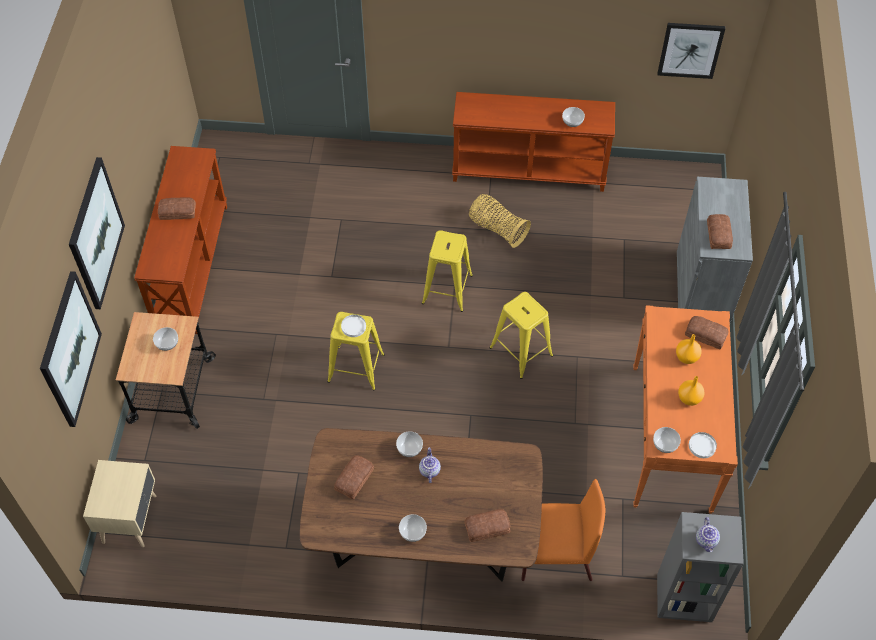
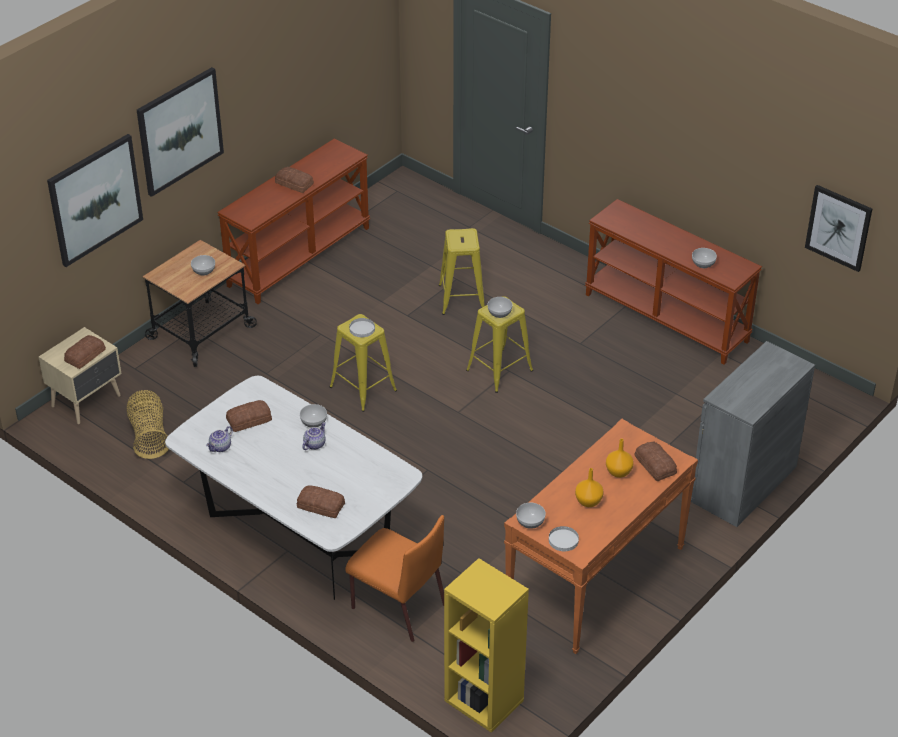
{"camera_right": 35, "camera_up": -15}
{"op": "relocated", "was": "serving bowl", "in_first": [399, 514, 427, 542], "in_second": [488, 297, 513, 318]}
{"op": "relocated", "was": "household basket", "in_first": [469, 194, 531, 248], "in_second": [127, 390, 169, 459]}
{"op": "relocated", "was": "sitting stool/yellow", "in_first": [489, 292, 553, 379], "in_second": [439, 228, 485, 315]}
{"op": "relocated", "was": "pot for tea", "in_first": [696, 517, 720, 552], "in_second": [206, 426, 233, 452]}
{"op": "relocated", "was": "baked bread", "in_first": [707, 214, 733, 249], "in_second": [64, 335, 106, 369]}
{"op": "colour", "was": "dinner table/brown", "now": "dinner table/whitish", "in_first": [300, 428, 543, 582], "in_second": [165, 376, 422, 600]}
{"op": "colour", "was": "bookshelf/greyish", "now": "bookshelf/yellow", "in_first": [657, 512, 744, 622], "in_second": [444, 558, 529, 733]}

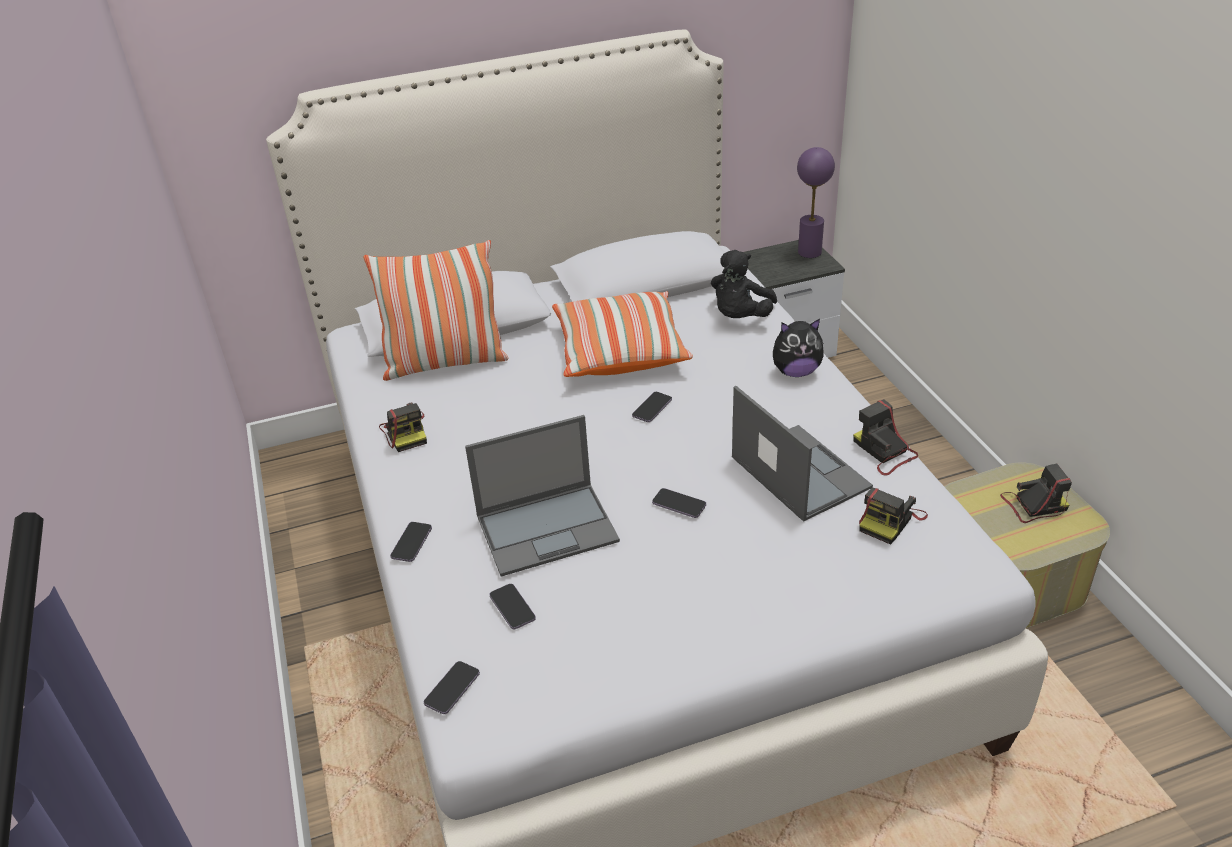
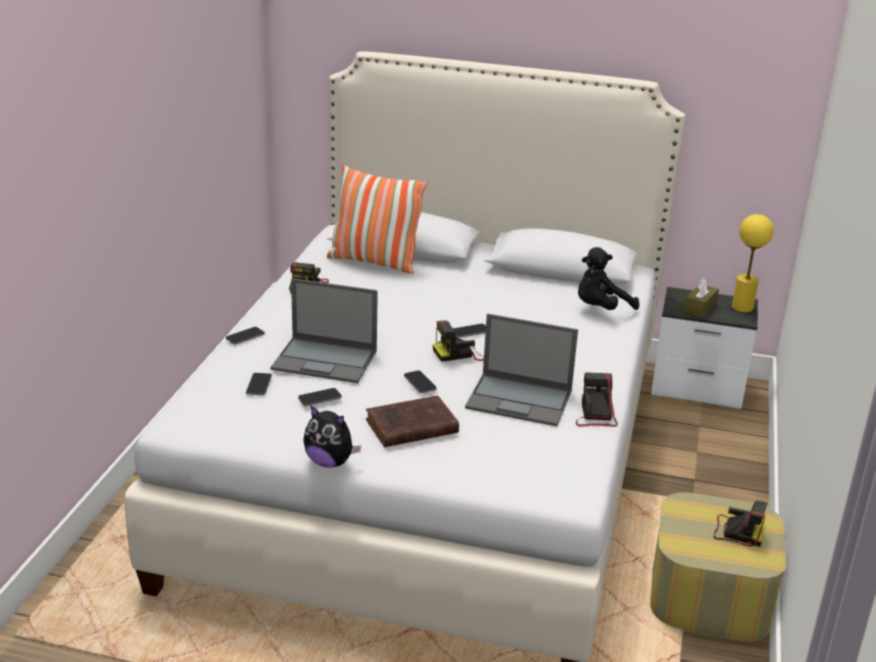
{"camera_right": 30, "camera_up": -10}
{"op": "missing", "was": "throw pillow", "in_first": [552, 291, 693, 377]}
{"op": "appeared", "now": "book/brown", "in_second": [366, 395, 459, 447]}
{"op": "appeared", "now": "box of tissues/brown", "in_second": [683, 277, 719, 317]}
{"op": "relocated", "was": "telephone", "in_first": [424, 661, 480, 714], "in_second": [298, 388, 342, 406]}
{"op": "relocated", "was": "plush toy", "in_first": [773, 319, 824, 377], "in_second": [303, 405, 361, 468]}
{"op": "relocated", "was": "still camera", "in_first": [859, 488, 928, 545], "in_second": [433, 321, 484, 362]}
{"op": "colour", "was": "lamp for a table/purple-coloured", "now": "lamp for a table/yellow", "in_first": [797, 147, 835, 258], "in_second": [732, 214, 774, 313]}
{"op": "spun", "was": "notebook computer", "in_first": [732, 386, 873, 522], "in_second": [465, 314, 578, 426], "clockwise": 105}

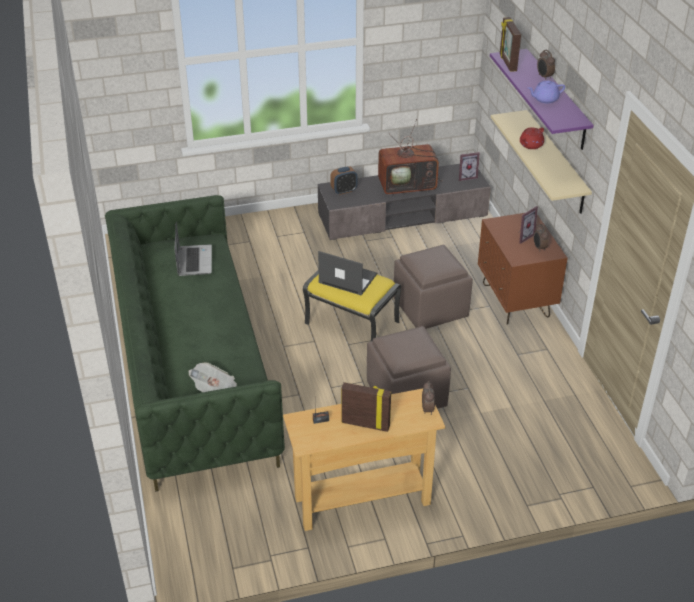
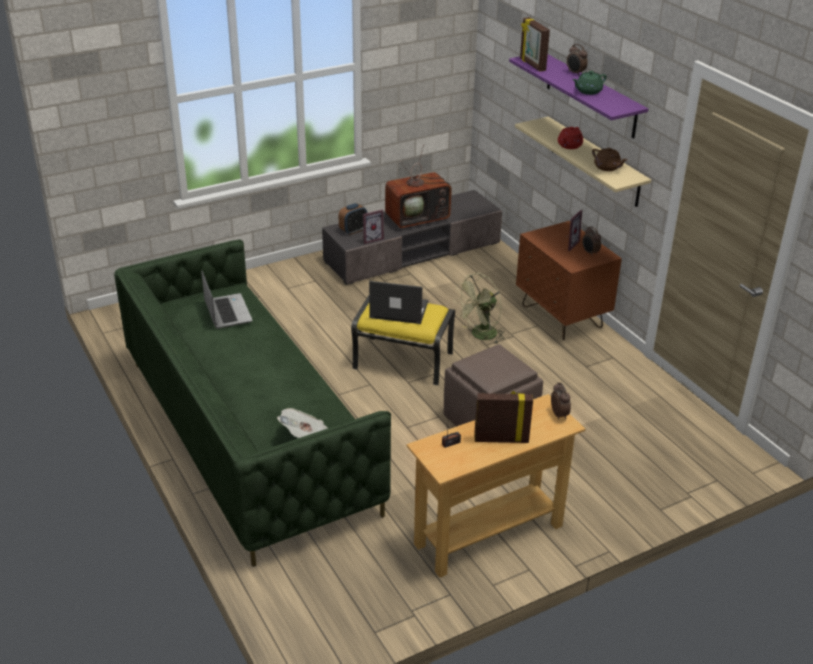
{"camera_right": -15, "camera_up": -5}
{"op": "appeared", "now": "pot for tea/brown", "in_second": [592, 148, 628, 171]}
{"op": "relocated", "was": "standing frame", "in_first": [459, 152, 480, 181], "in_second": [363, 210, 384, 244]}
{"op": "exchanged", "was": "pouffe/brown", "now": "cooling fan/greenish", "in_first": [394, 244, 473, 329], "in_second": [454, 273, 505, 344]}
{"op": "colour", "was": "pot for tea/purple-coloured", "now": "pot for tea/greenish", "in_first": [528, 81, 565, 104], "in_second": [572, 71, 607, 95]}

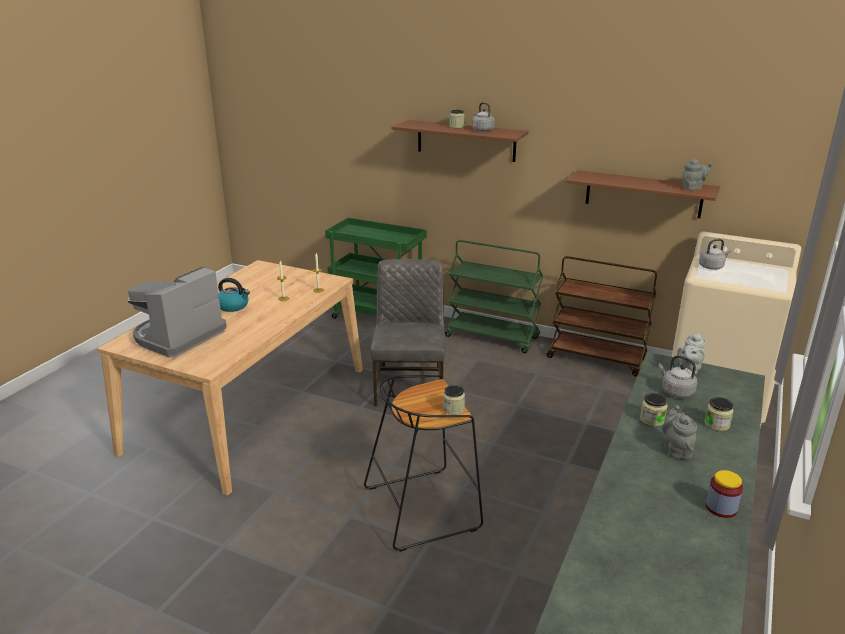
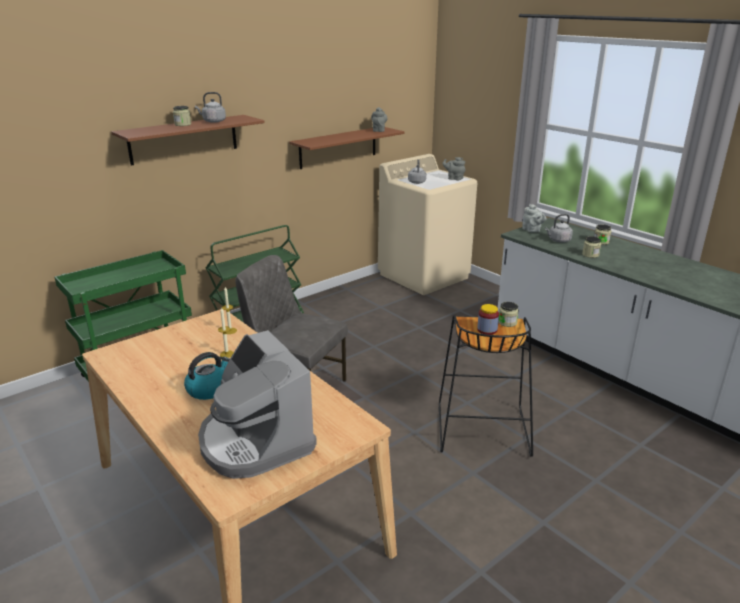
{"camera_right": -65, "camera_up": 0}
{"op": "missing", "was": "trolley/brown", "in_first": [546, 256, 657, 376]}
{"op": "relocated", "was": "pot for tea/greyish", "in_first": [662, 405, 697, 459], "in_second": [443, 157, 466, 180]}
{"op": "relocated", "was": "preserve jar", "in_first": [706, 470, 743, 518], "in_second": [477, 304, 499, 335]}

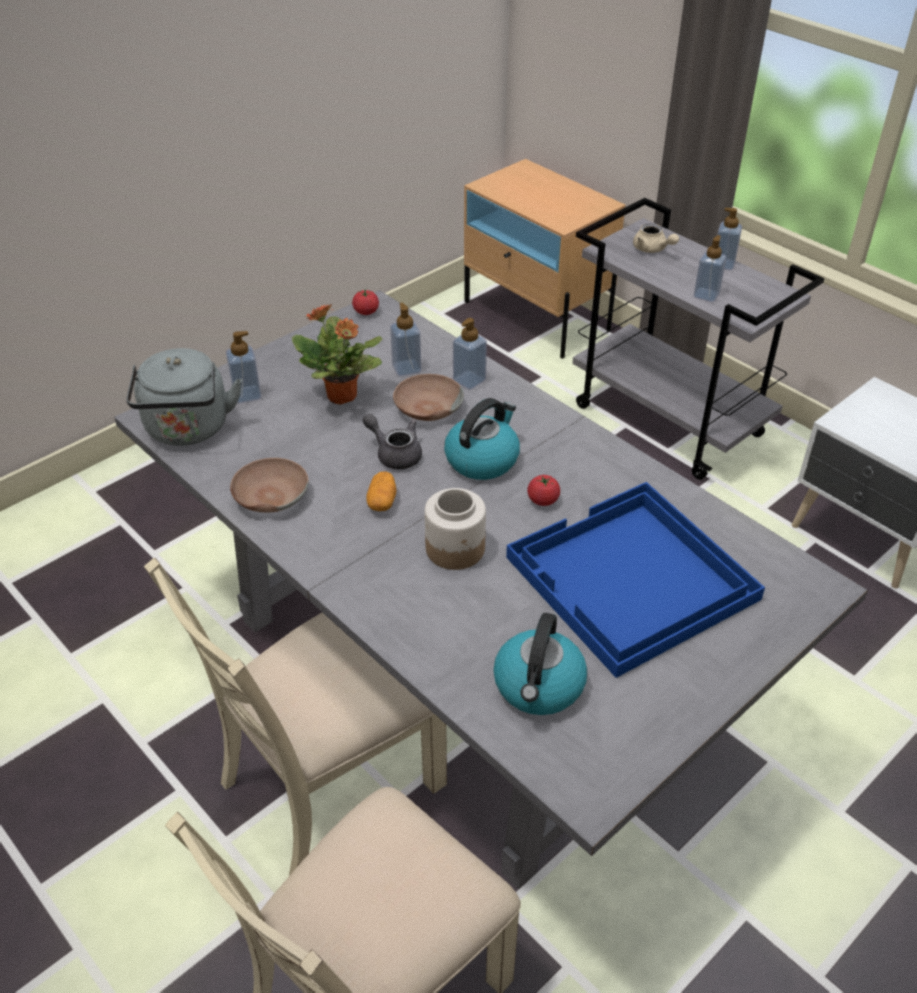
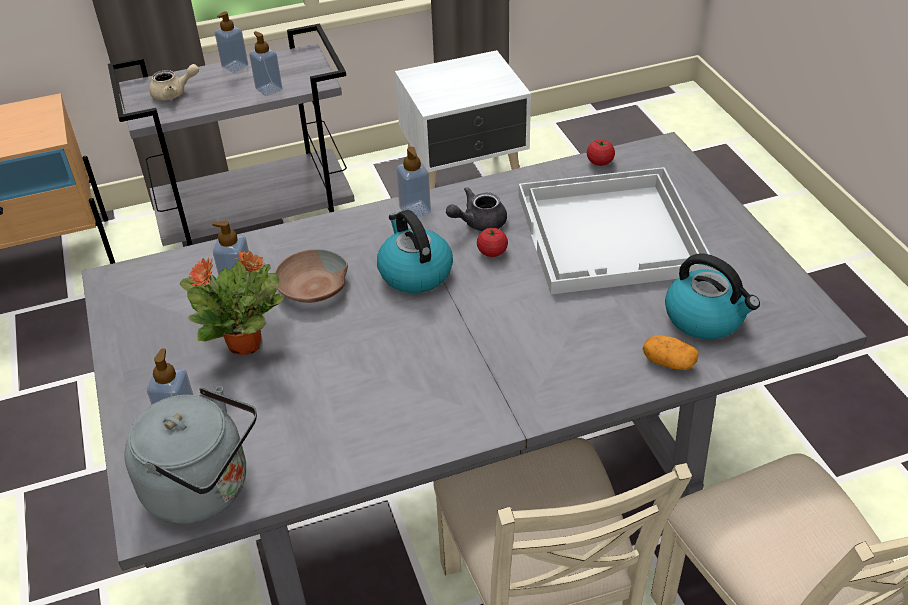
{"camera_right": -65, "camera_up": 0}
{"op": "missing", "was": "serving bowl/brown", "in_first": [230, 458, 309, 513]}
{"op": "missing", "was": "preserve jar", "in_first": [424, 488, 486, 570]}
{"op": "relocated", "was": "whole tomato", "in_first": [352, 289, 379, 315], "in_second": [587, 139, 615, 166]}
{"op": "relocated", "was": "pot for tea/greyish", "in_first": [363, 414, 422, 469], "in_second": [446, 187, 507, 231]}
{"op": "relocated", "was": "potato", "in_first": [366, 471, 397, 511], "in_second": [642, 335, 699, 370]}
{"op": "relocated", "was": "liquid soap bottle", "in_first": [453, 318, 487, 390], "in_second": [396, 147, 431, 217]}
{"op": "colour", "was": "carrying tray/blue-coloured", "now": "carrying tray/whitish", "in_first": [506, 482, 765, 678], "in_second": [518, 167, 713, 294]}

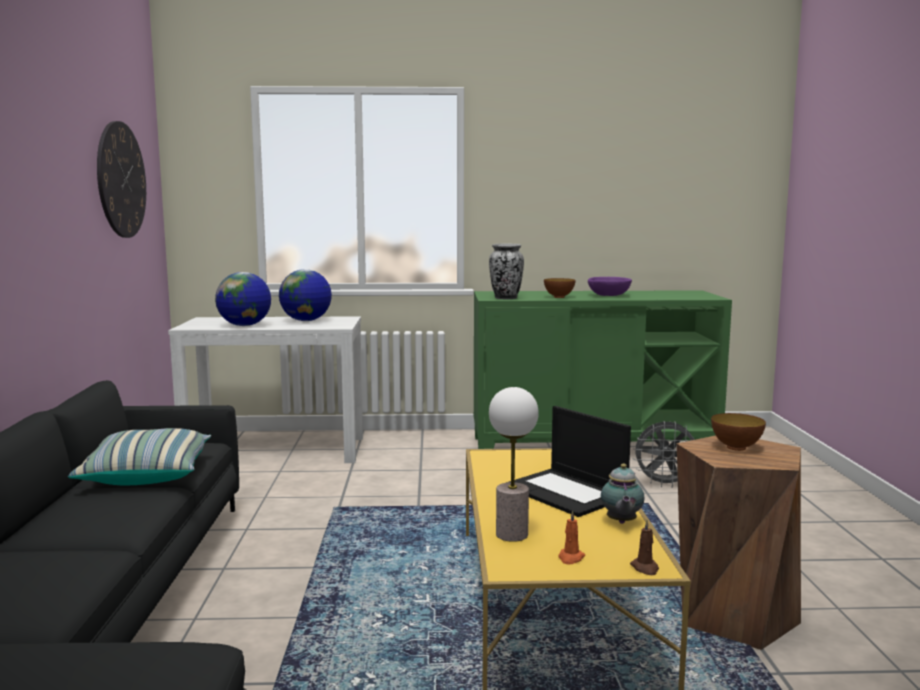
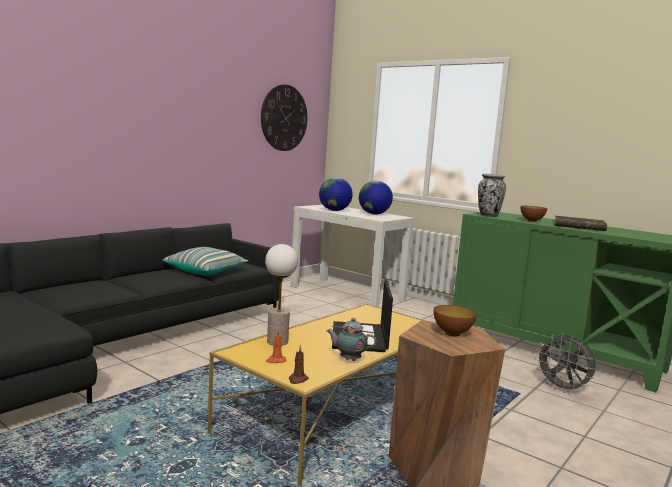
{"camera_right": 40, "camera_up": 0}
{"op": "exchanged", "was": "serving bowl/purple-coloured", "now": "book/brown", "in_first": [588, 277, 632, 296], "in_second": [554, 216, 607, 231]}
{"op": "spun", "was": "pot for tea", "in_first": [601, 464, 645, 524], "in_second": [327, 318, 377, 361], "clockwise": 60}

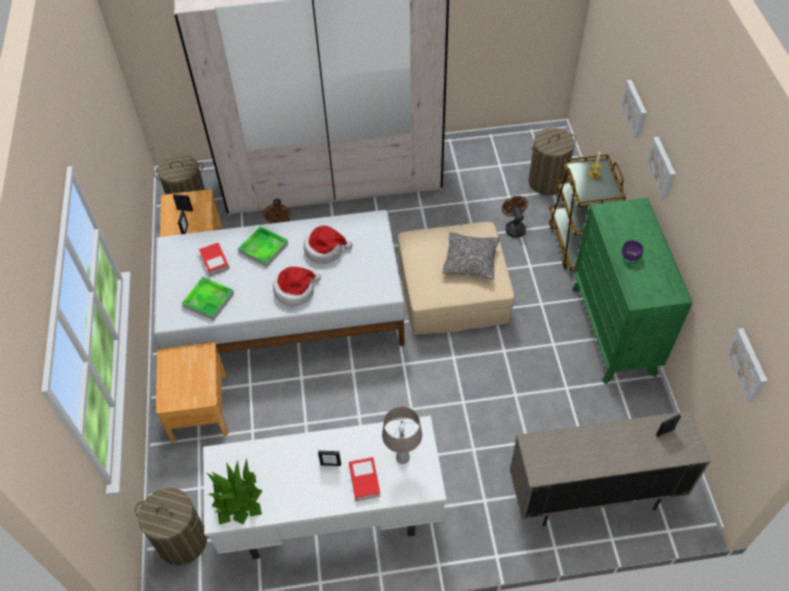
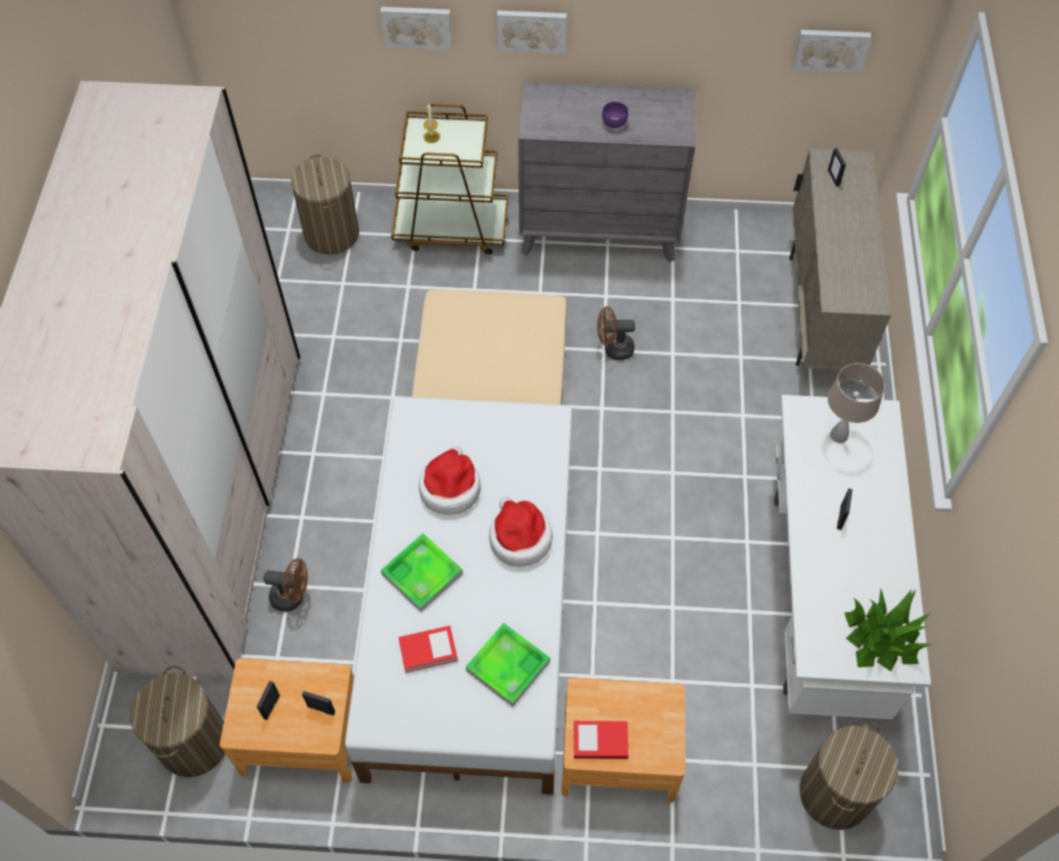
{"camera_right": -80, "camera_up": 5}
{"op": "missing", "was": "throw pillow", "in_first": [442, 232, 499, 280]}
{"op": "relocated", "was": "book", "in_first": [349, 457, 380, 501], "in_second": [573, 721, 629, 759]}
{"op": "relocated", "was": "cooling fan/brown", "in_first": [502, 196, 528, 238], "in_second": [597, 306, 635, 360]}
{"op": "colour", "was": "chest of drawers/greenish", "now": "chest of drawers/greyish", "in_first": [572, 198, 693, 384], "in_second": [518, 82, 695, 262]}

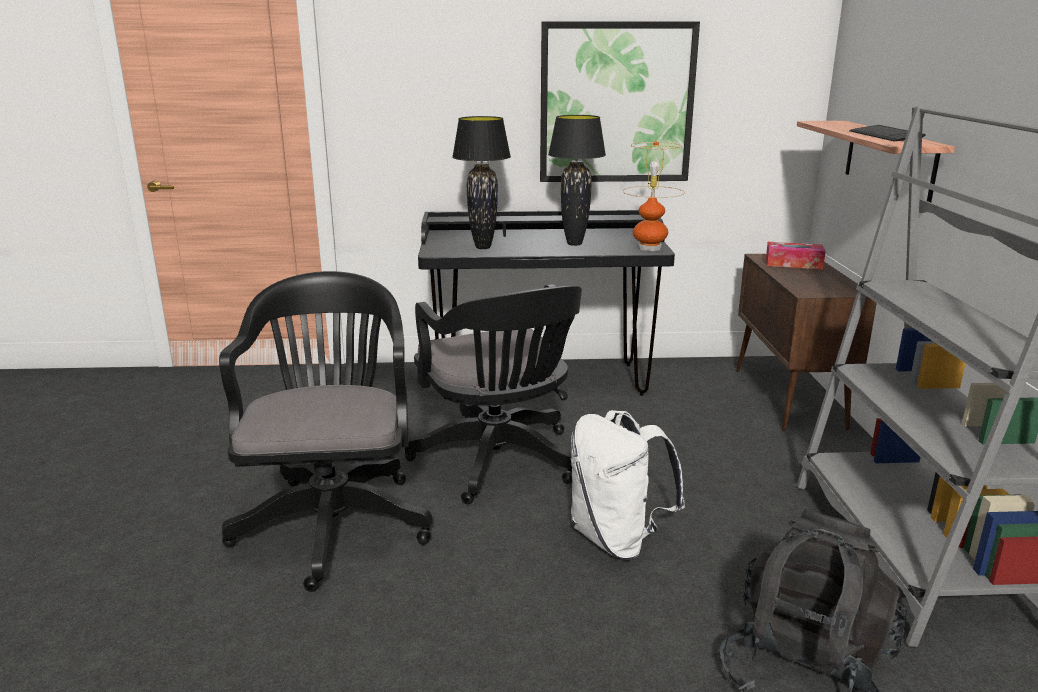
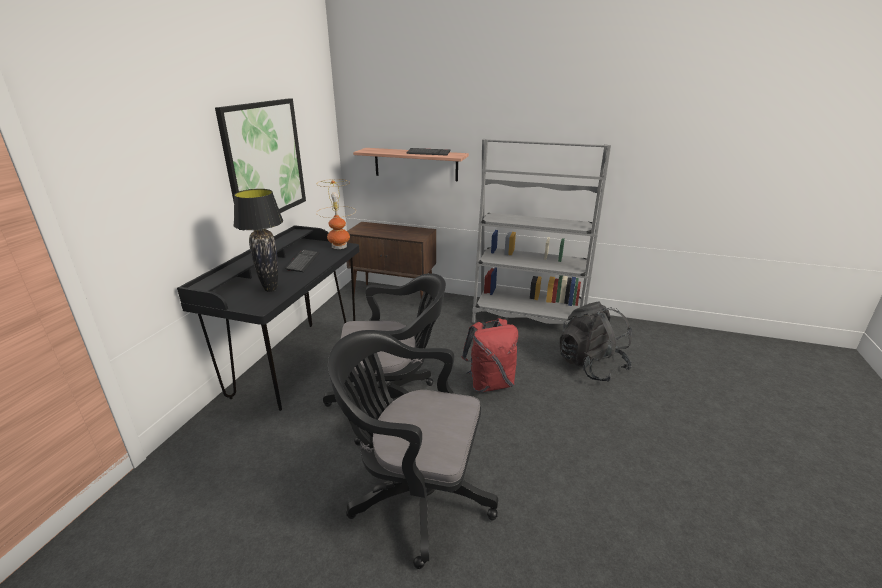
{"camera_right": -70, "camera_up": 5}
{"op": "missing", "was": "box of tissues", "in_first": [766, 242, 826, 269]}
{"op": "exchanged", "was": "lamp for a table/blackish", "now": "PC keyboard", "in_first": [548, 115, 606, 246], "in_second": [285, 249, 319, 272]}
{"op": "colour", "was": "knapsack/whitish", "now": "knapsack/red-coloured", "in_first": [571, 410, 685, 560], "in_second": [462, 318, 518, 393]}

